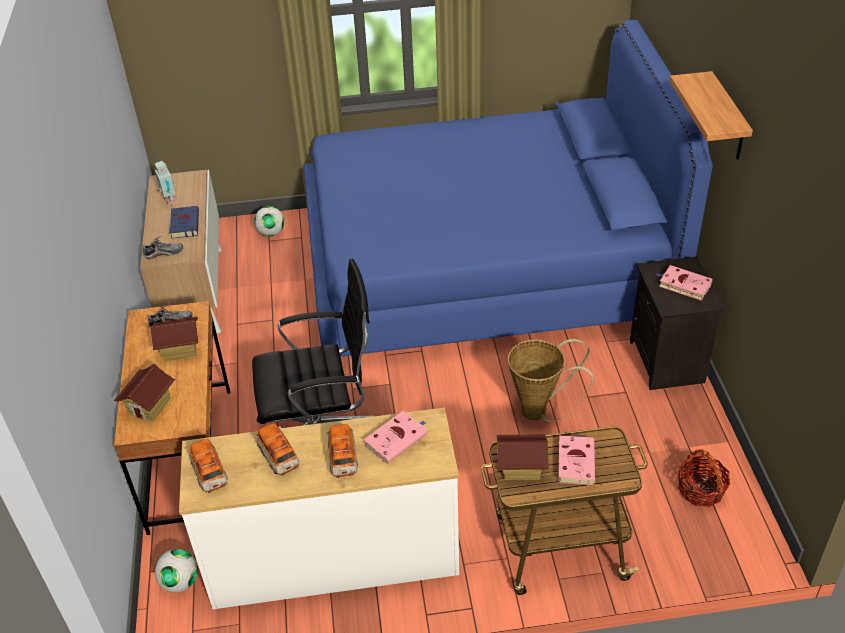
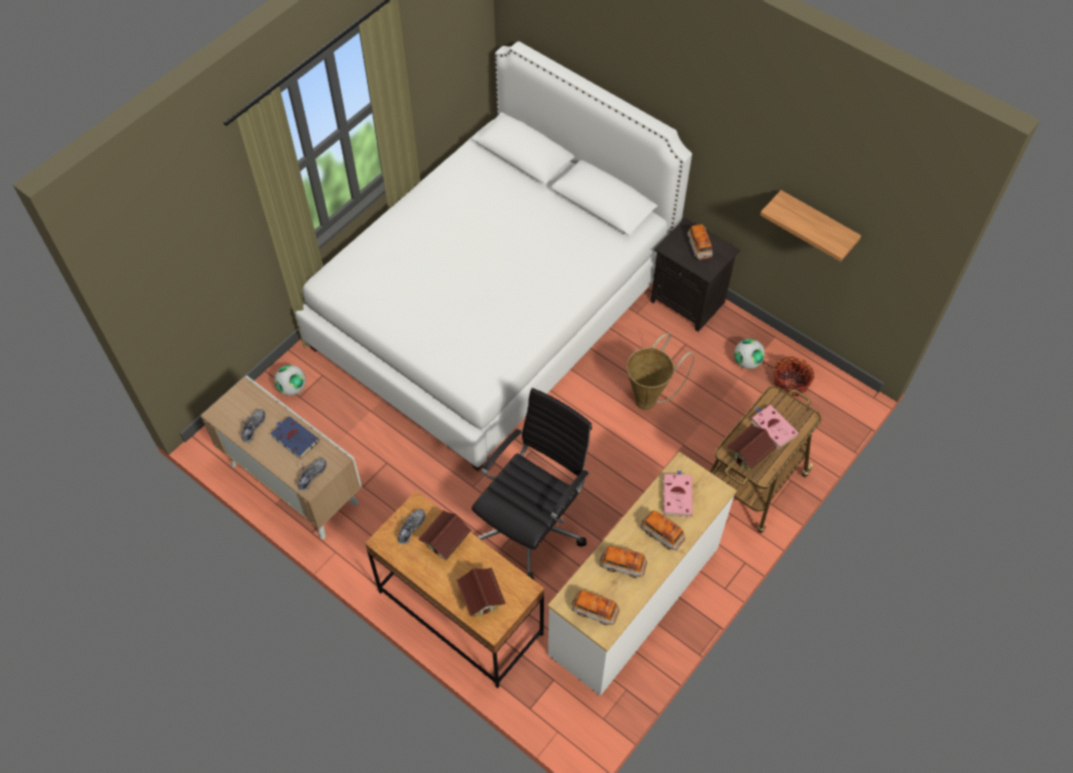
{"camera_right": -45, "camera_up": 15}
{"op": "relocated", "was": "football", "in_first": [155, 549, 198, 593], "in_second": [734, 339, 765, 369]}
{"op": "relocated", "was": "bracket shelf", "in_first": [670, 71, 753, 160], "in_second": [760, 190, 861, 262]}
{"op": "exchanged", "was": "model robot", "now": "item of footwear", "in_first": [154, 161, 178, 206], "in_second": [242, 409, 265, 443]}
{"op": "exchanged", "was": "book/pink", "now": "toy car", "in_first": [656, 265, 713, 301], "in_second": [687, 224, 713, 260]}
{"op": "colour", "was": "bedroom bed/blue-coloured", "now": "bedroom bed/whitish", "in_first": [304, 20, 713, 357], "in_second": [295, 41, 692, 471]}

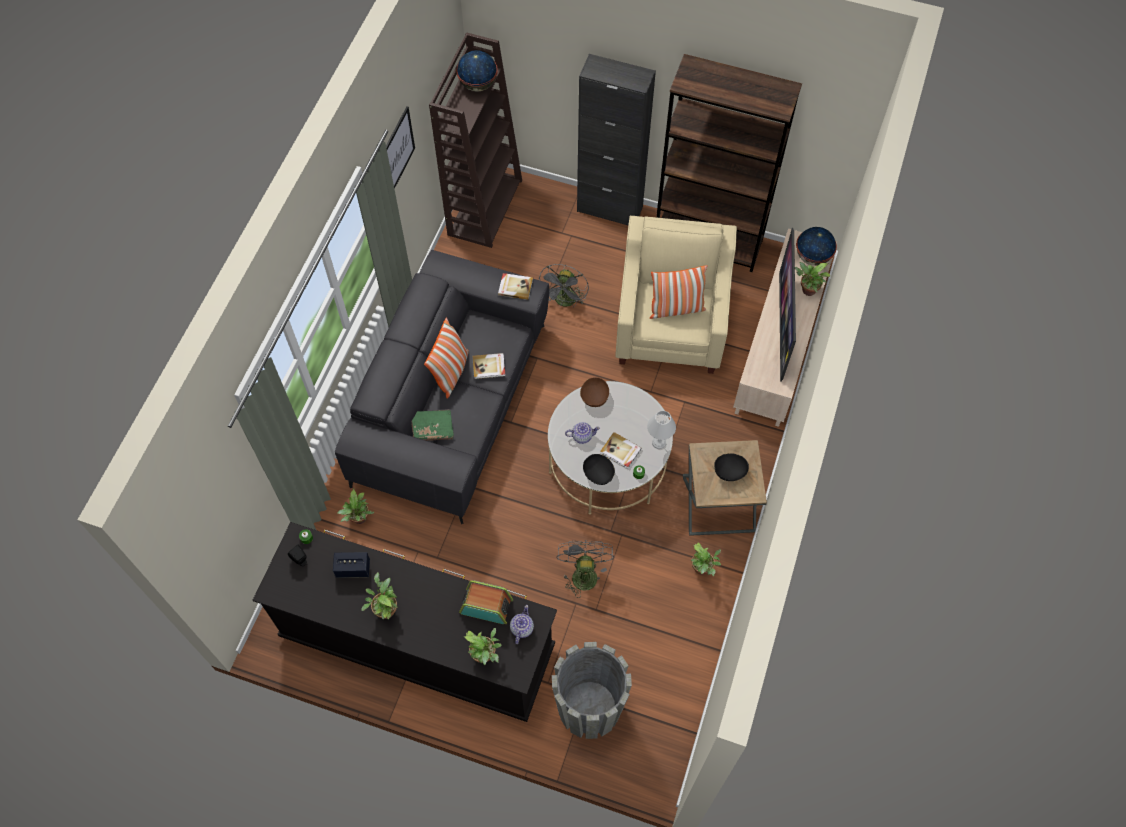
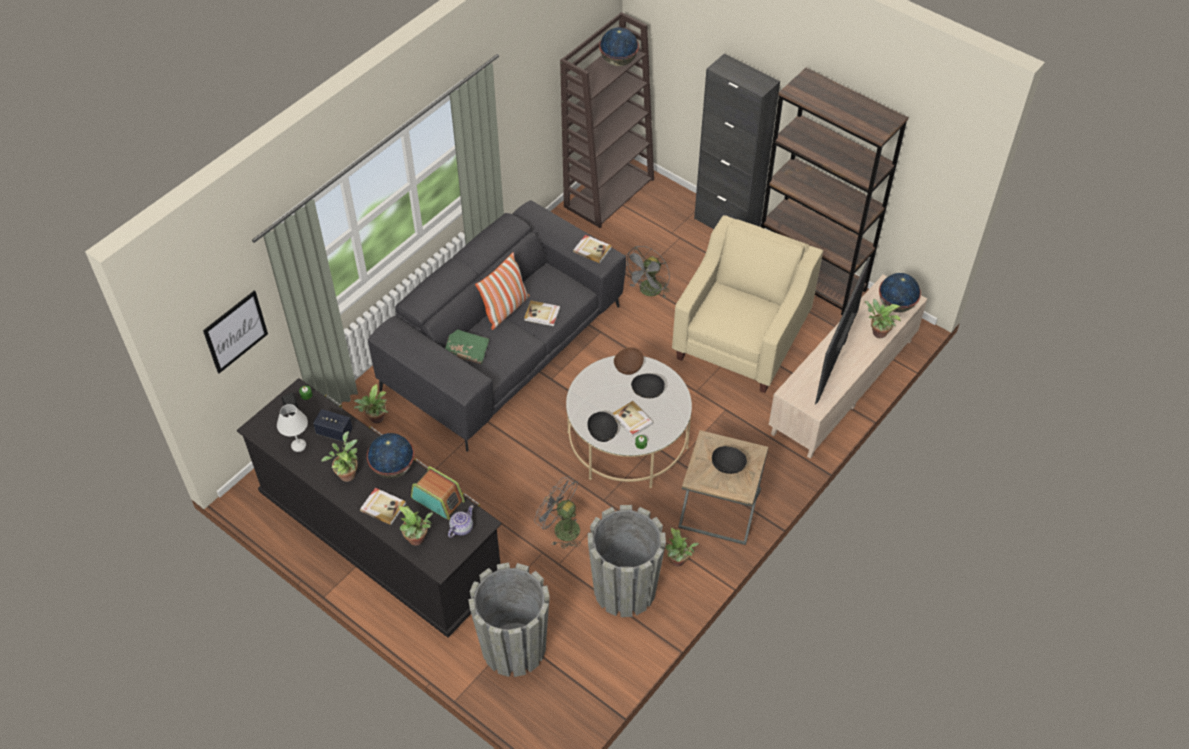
{"camera_right": 20, "camera_up": -10}
{"op": "missing", "was": "pot for tea", "in_first": [565, 422, 600, 444]}
{"op": "missing", "was": "throw pillow", "in_first": [650, 265, 707, 319]}
{"op": "appeared", "now": "book", "in_second": [360, 488, 406, 525]}
{"op": "appeared", "now": "desk globe", "in_second": [367, 433, 414, 479]}
{"op": "appeared", "now": "planter/greyish", "in_second": [588, 505, 666, 617]}
{"op": "appeared", "now": "serving bowl/blackish", "in_second": [631, 374, 665, 398]}
{"op": "relocated", "was": "wall picture", "in_first": [386, 106, 415, 189], "in_second": [203, 291, 268, 373]}
{"op": "relocated", "was": "lamp for a table/whitish", "in_first": [647, 410, 676, 449], "in_second": [277, 404, 308, 452]}
{"op": "spun", "was": "cooling fan/greyish", "in_first": [556, 540, 614, 598], "in_second": [534, 476, 581, 549], "clockwise": -75}

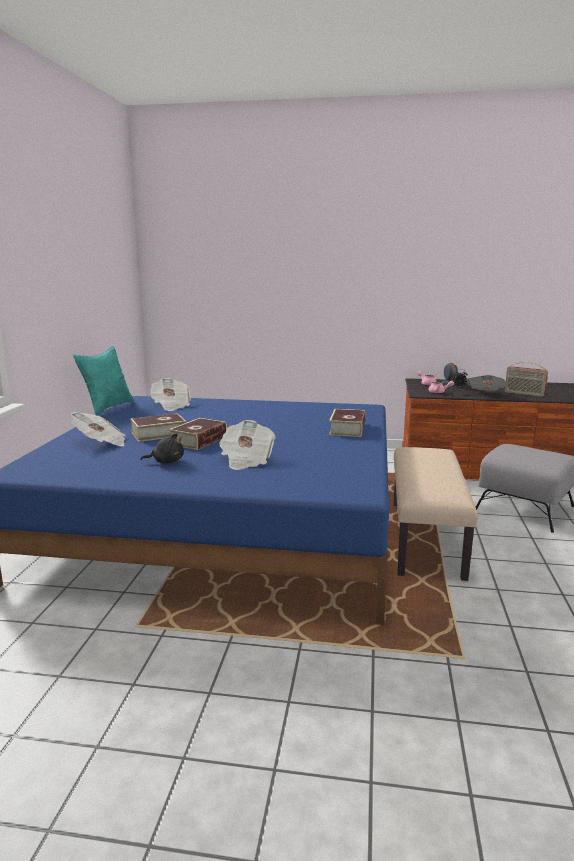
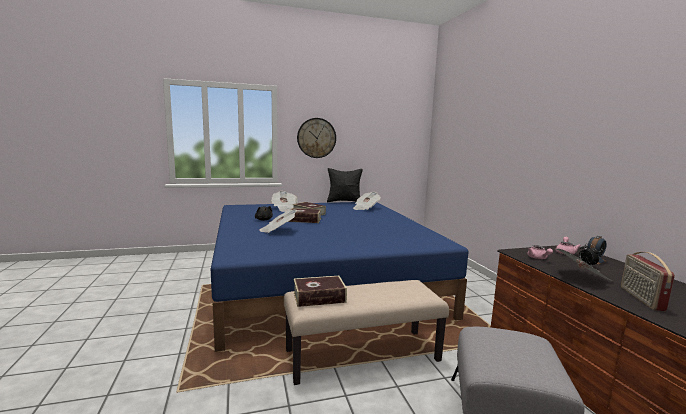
{"camera_right": 65, "camera_up": -5}
{"op": "appeared", "now": "hanging clock", "in_second": [297, 118, 336, 158]}
{"op": "relocated", "was": "book", "in_first": [329, 409, 365, 437], "in_second": [294, 276, 347, 307]}
{"op": "colour", "was": "throw pillow/turquoise-coloured", "now": "throw pillow/blackish", "in_first": [73, 346, 134, 416], "in_second": [327, 168, 363, 202]}

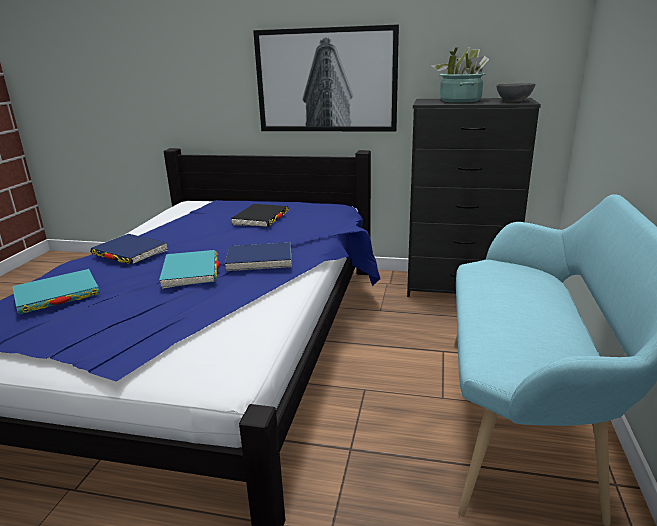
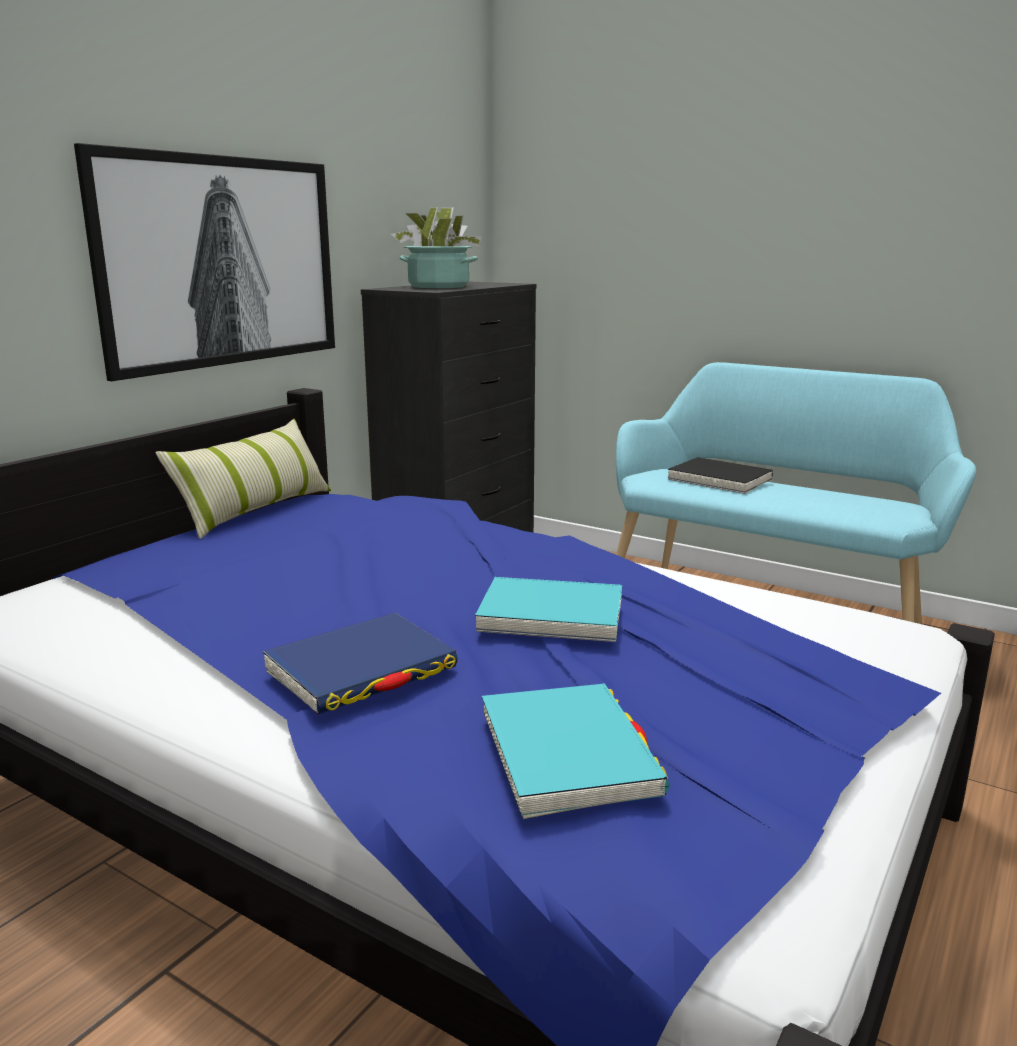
{"camera_right": -70, "camera_up": -5}
{"op": "missing", "was": "book/blue-coloured", "in_first": [225, 242, 292, 271]}
{"op": "missing", "was": "serving bowl/greyish", "in_first": [496, 83, 535, 102]}
{"op": "appeared", "now": "throw pillow", "in_second": [155, 419, 331, 539]}
{"op": "relocated", "was": "book/blackish", "in_first": [231, 204, 289, 227], "in_second": [668, 457, 773, 494]}

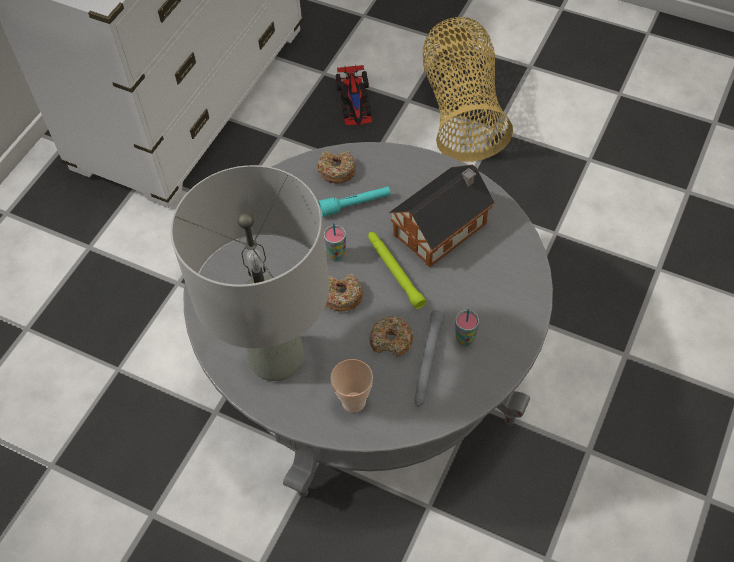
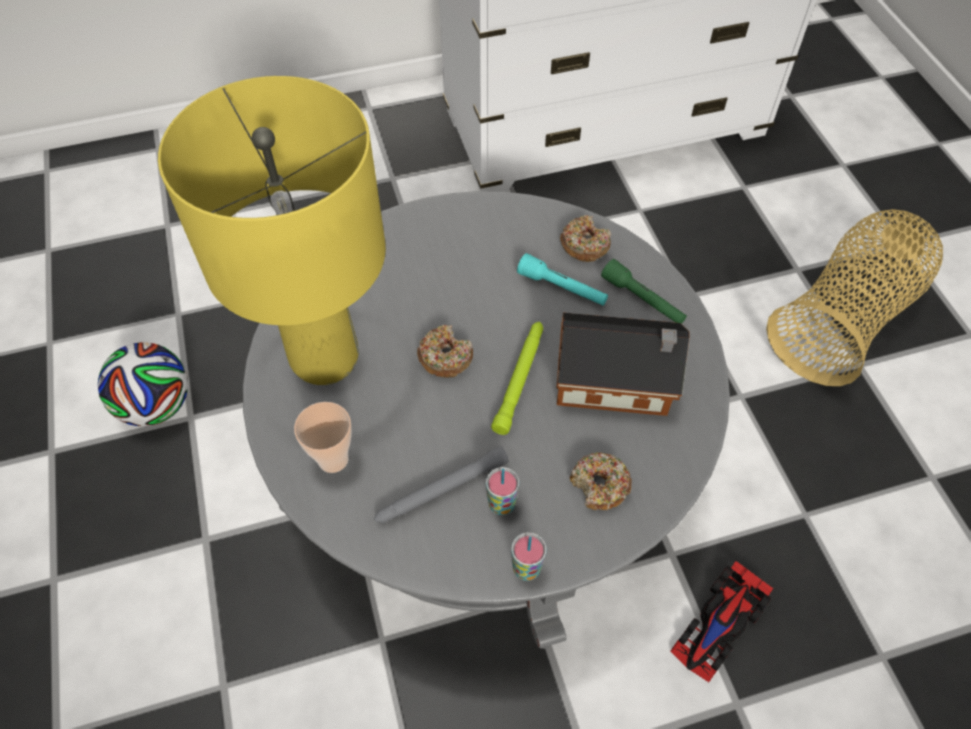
{"camera_right": 45, "camera_up": 0}
{"op": "appeared", "now": "football", "in_second": [98, 342, 188, 426]}
{"op": "appeared", "now": "flashlight/greenish", "in_second": [601, 259, 687, 324]}
{"op": "relocated", "was": "cup", "in_first": [324, 222, 346, 261], "in_second": [511, 532, 547, 581]}
{"op": "relocated", "was": "toy car", "in_first": [336, 64, 372, 125], "in_second": [671, 561, 774, 682]}
{"op": "relocated", "was": "donut", "in_first": [369, 316, 413, 357], "in_second": [570, 452, 631, 510]}
{"op": "colour", "was": "lamp for a table/greyish", "now": "lamp for a table/yellow", "in_first": [171, 165, 330, 381], "in_second": [158, 76, 386, 385]}

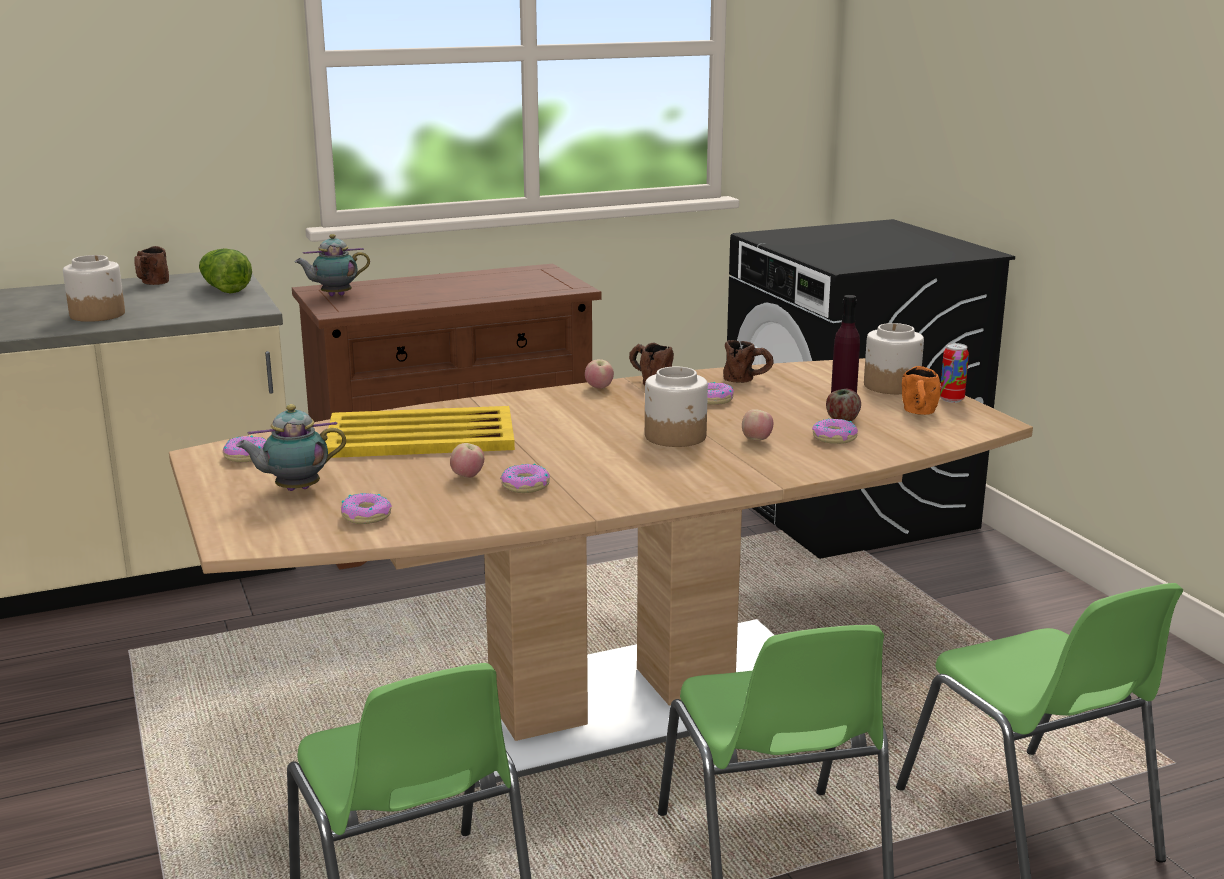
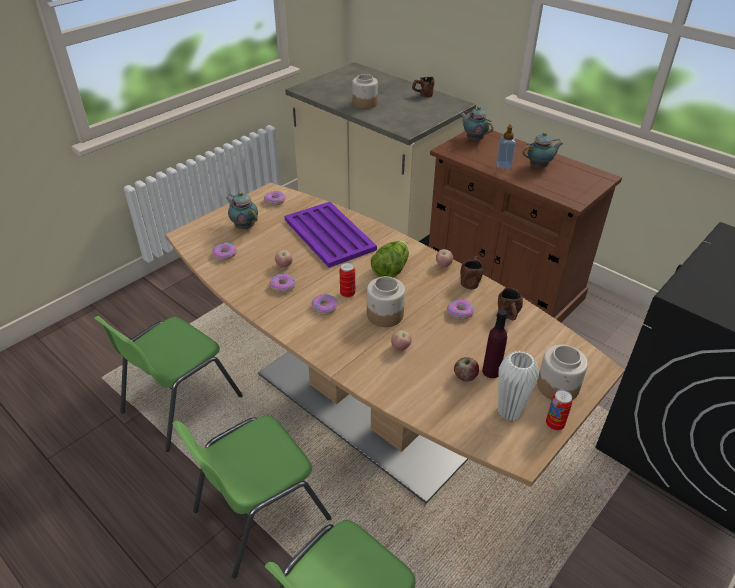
{"camera_right": 65, "camera_up": 20}
{"op": "appeared", "now": "can", "in_second": [339, 262, 355, 298]}
{"op": "appeared", "now": "liquid soap bottle", "in_second": [496, 124, 516, 169]}
{"op": "appeared", "now": "pot for tea", "in_second": [522, 132, 563, 168]}
{"op": "relocated", "was": "lettuce", "in_first": [199, 249, 252, 294], "in_second": [371, 240, 409, 277]}
{"op": "relocated", "was": "donut", "in_first": [812, 418, 858, 444], "in_second": [312, 294, 337, 315]}
{"op": "exchanged", "was": "mug/orangey", "now": "flower vase/whitish", "in_first": [902, 366, 940, 415], "in_second": [498, 351, 539, 421]}
{"op": "colour", "was": "carrying tray/yellow", "now": "carrying tray/purple-coloured", "in_first": [325, 406, 515, 458], "in_second": [284, 202, 377, 268]}

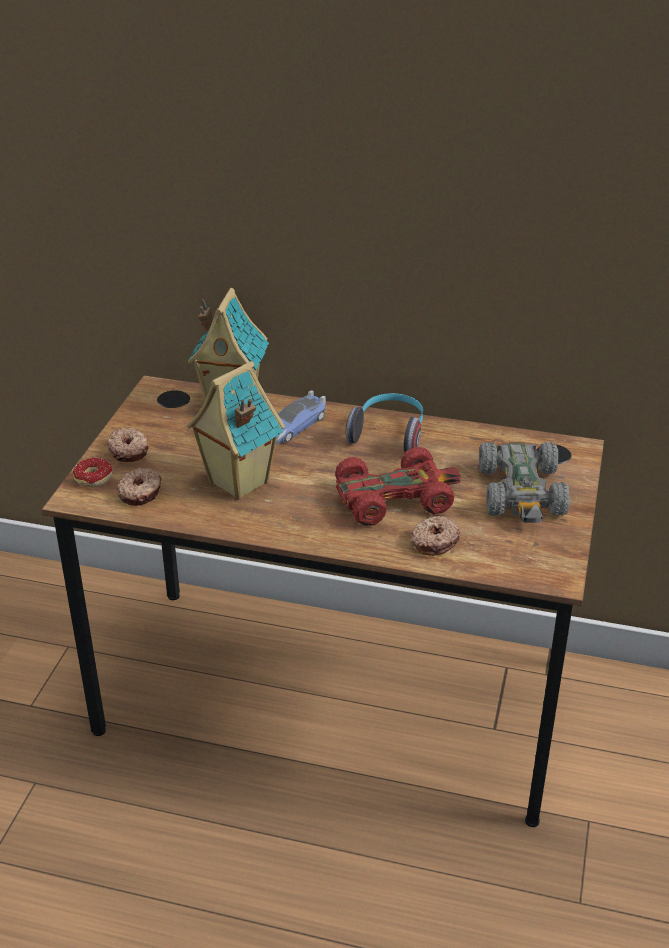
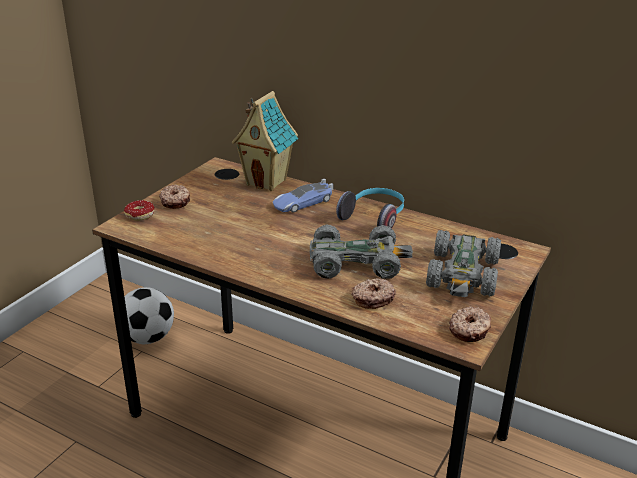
{"camera_right": 15, "camera_up": -5}
{"op": "missing", "was": "model house", "in_first": [187, 361, 285, 500]}
{"op": "appeared", "now": "football", "in_second": [124, 287, 174, 344]}
{"op": "relocated", "was": "donut", "in_first": [116, 468, 161, 506], "in_second": [449, 307, 491, 342]}
{"op": "colour", "was": "toy car/red-coloured", "now": "toy car/greyish", "in_first": [335, 447, 461, 526], "in_second": [310, 224, 413, 279]}

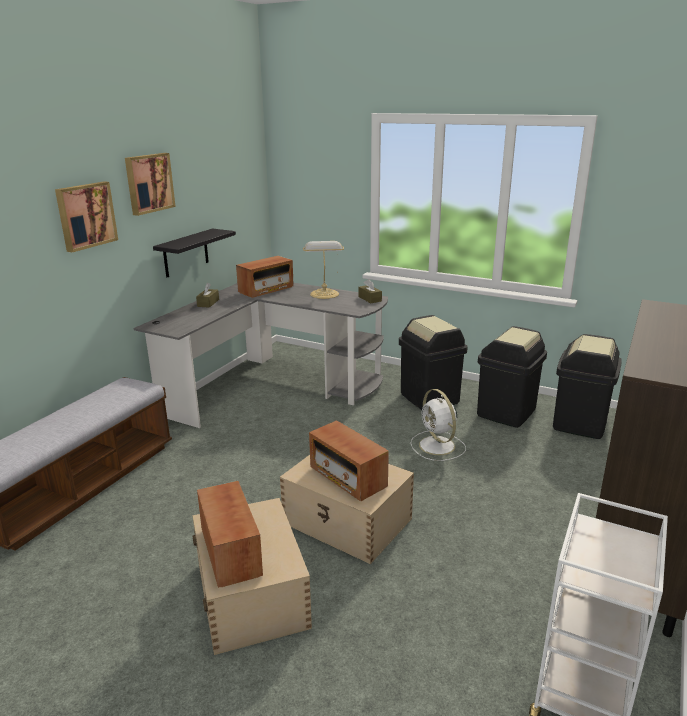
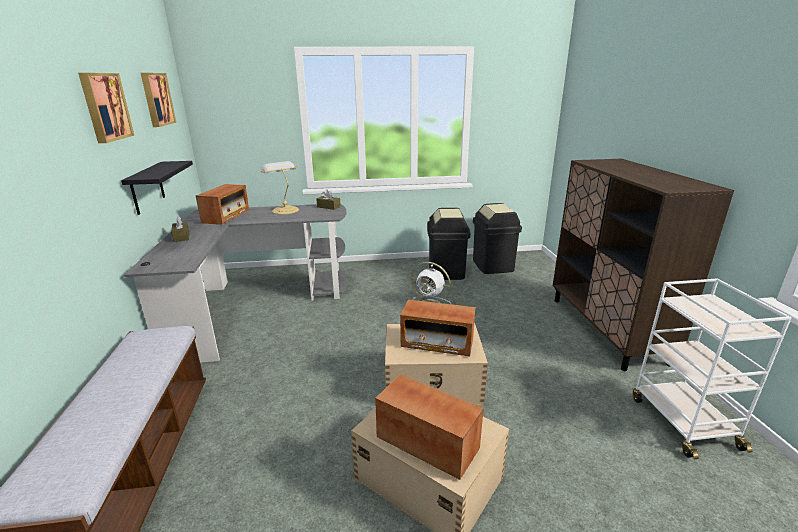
{"camera_right": -35, "camera_up": 0}
{"op": "missing", "was": "waste bin/blackish", "in_first": [399, 315, 468, 410]}
{"op": "relocated", "was": "wall picture", "in_first": [55, 181, 118, 252], "in_second": [141, 73, 176, 127]}

